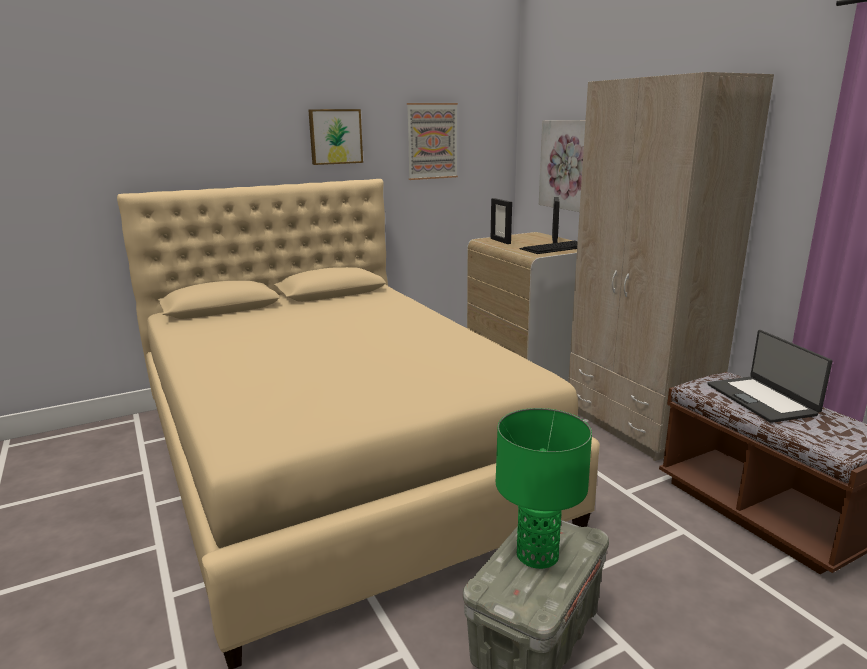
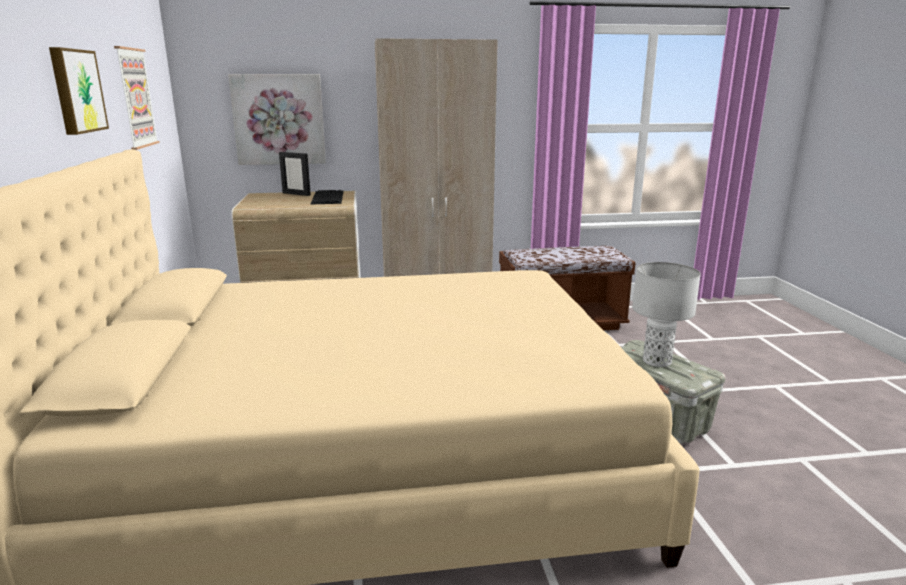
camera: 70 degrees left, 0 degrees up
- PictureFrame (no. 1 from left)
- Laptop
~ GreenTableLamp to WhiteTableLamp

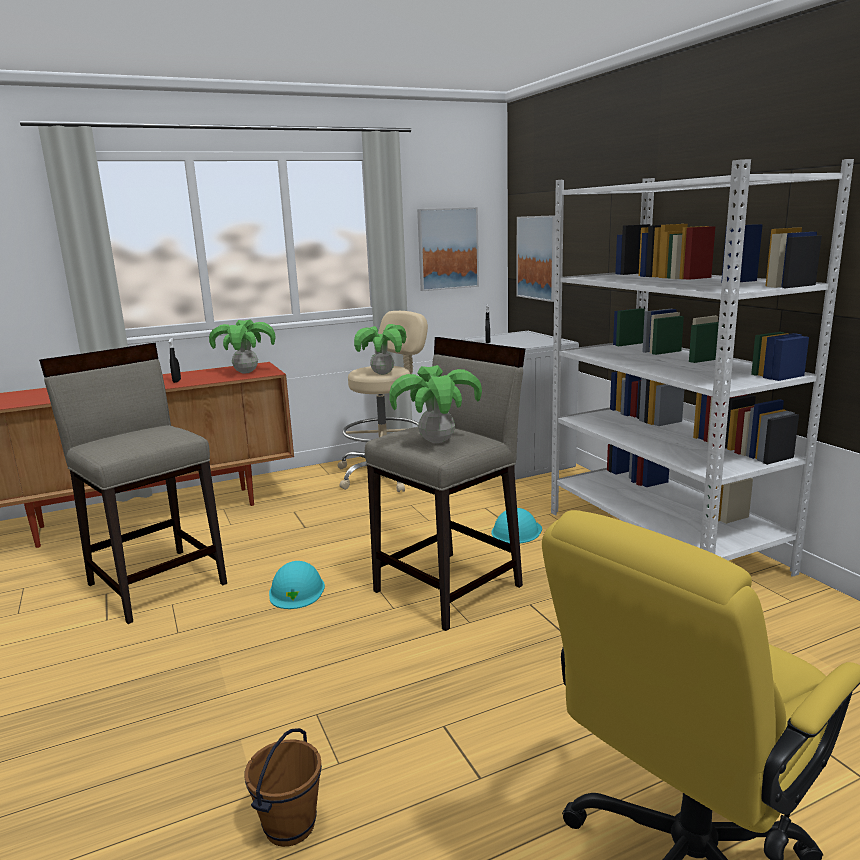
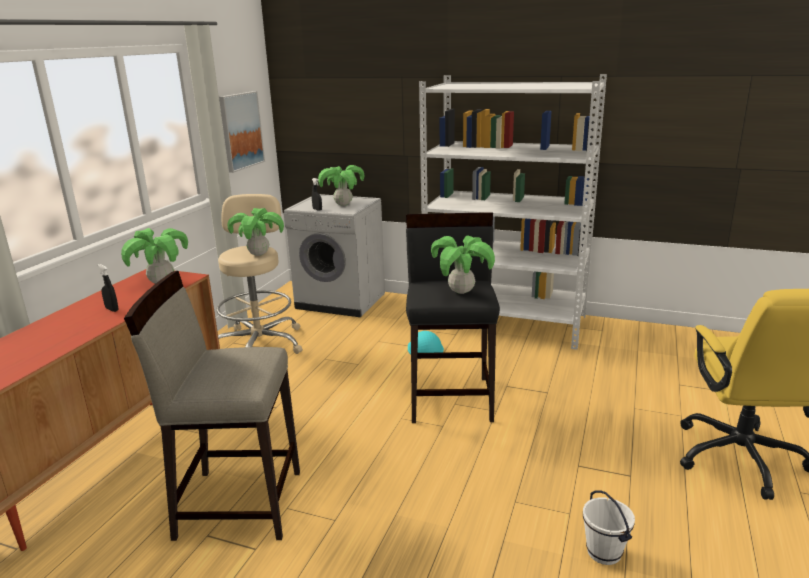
camera: 45 degrees left, 5 degrees up
- Picture (no. 2 from left)
~ BeigeStool (no. 3 from left) to BlackStool
- TurquoiseHardHat (no. 1 from left)
~ BrownBucket to WhiteBucket
+ PottedPlant (no. 3 from left)

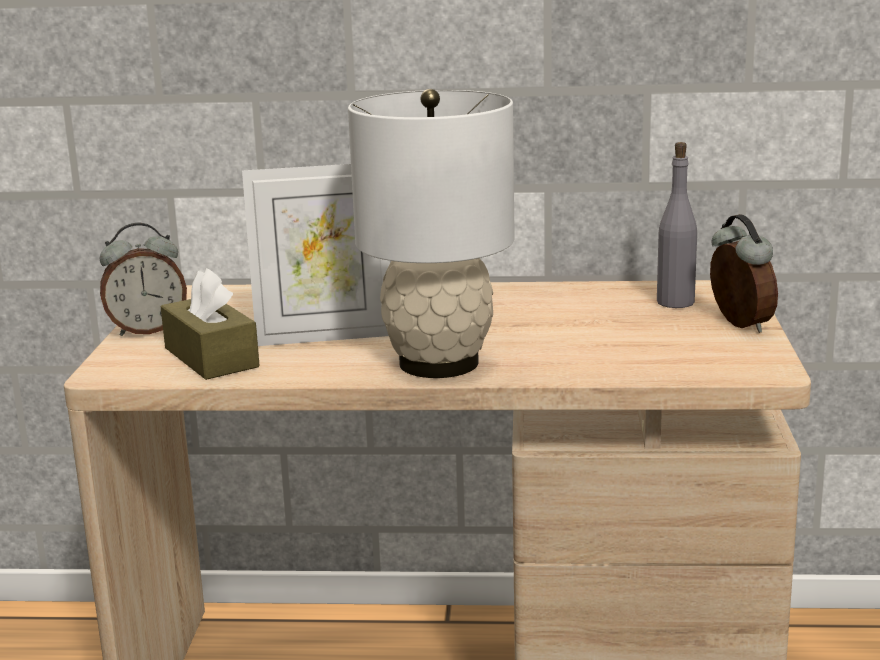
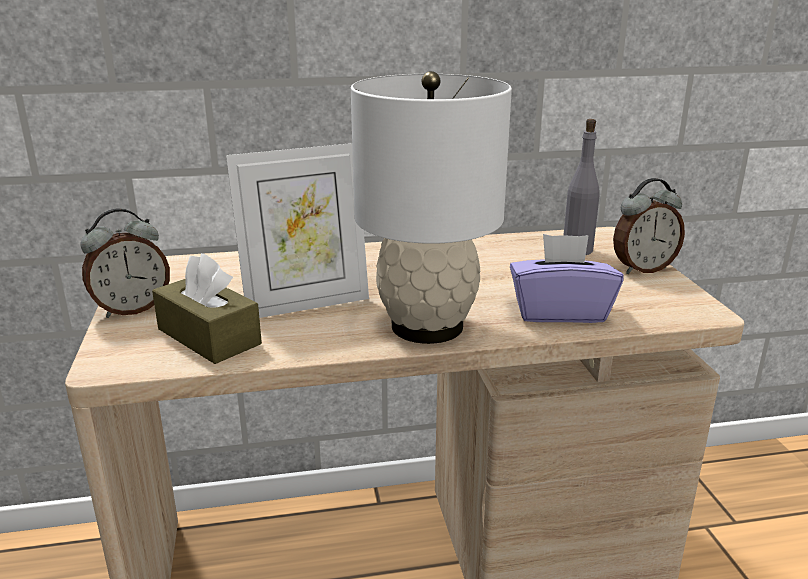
camera: 15 degrees left, 5 degrees up
~ AlarmClock (no. 2 from left) 105 degrees clockwise
+ PurpleTissueBox

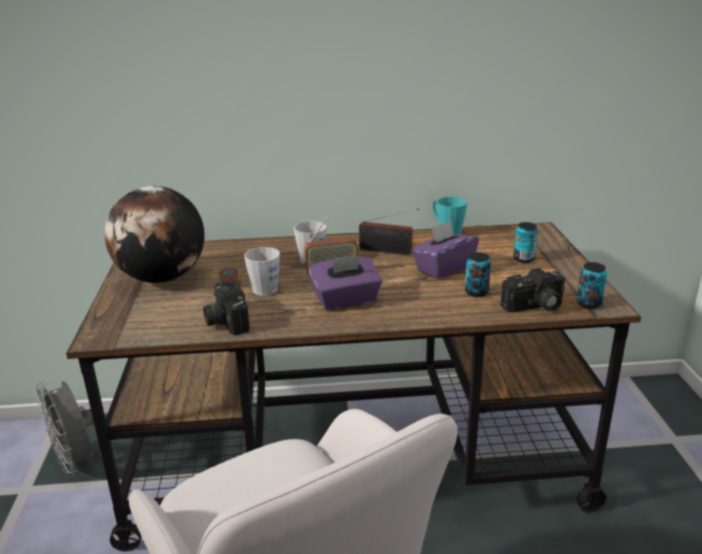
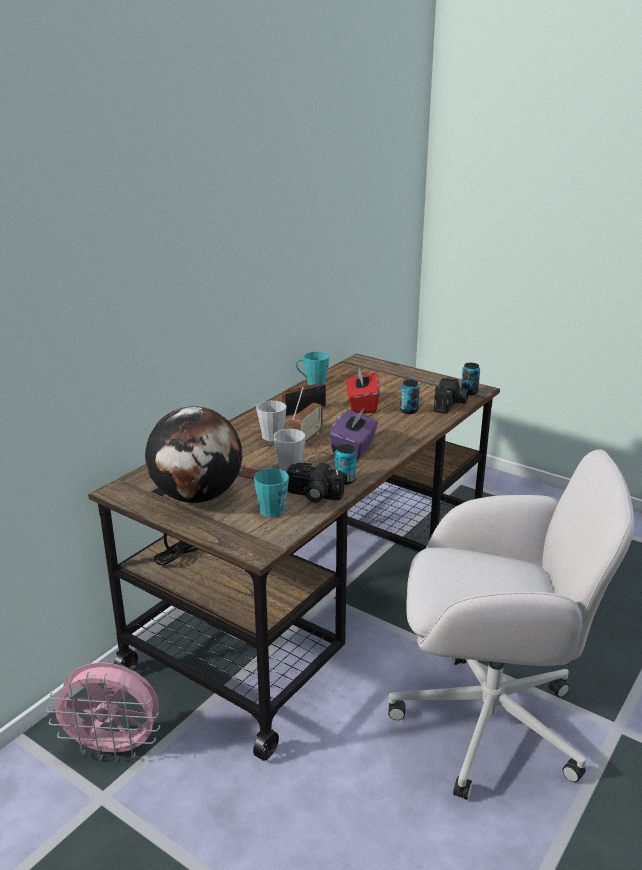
camera: 50 degrees left, 0 degrees up
~ PurpleTissueBox (no. 2 from left) to RedTissueBox
~ Can (no. 2 from left in the first image) to Can (no. 1 from left)
~ GreyFan to PinkFan
+ TurquoiseMug (no. 1 from left)

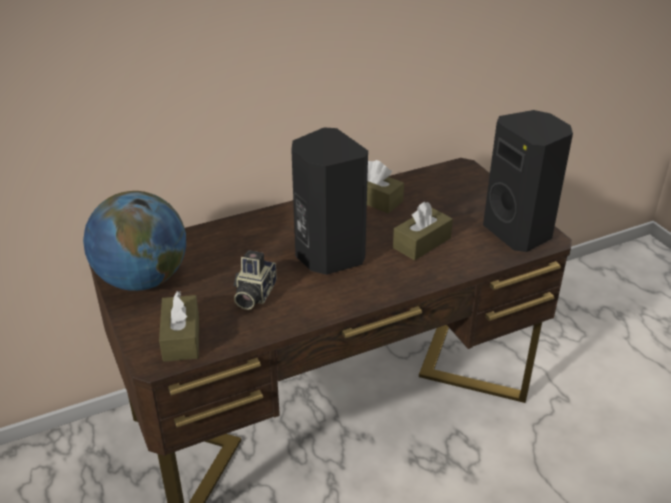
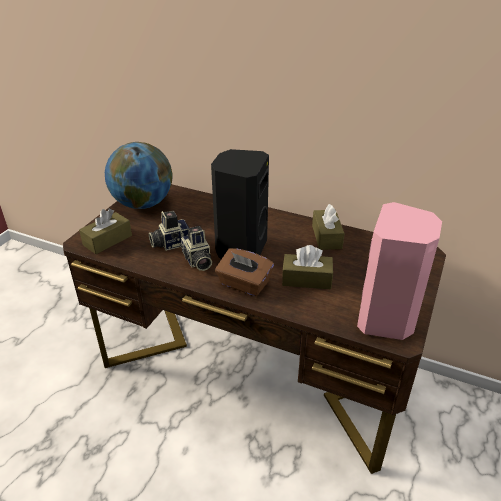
camera: 50 degrees right, 0 degrees up
~ BlackSpeaker (no. 2 from left) to PinkSpeaker
+ PhotoCamera (no. 2 from left)
+ BrownTissueBox (no. 2 from left)

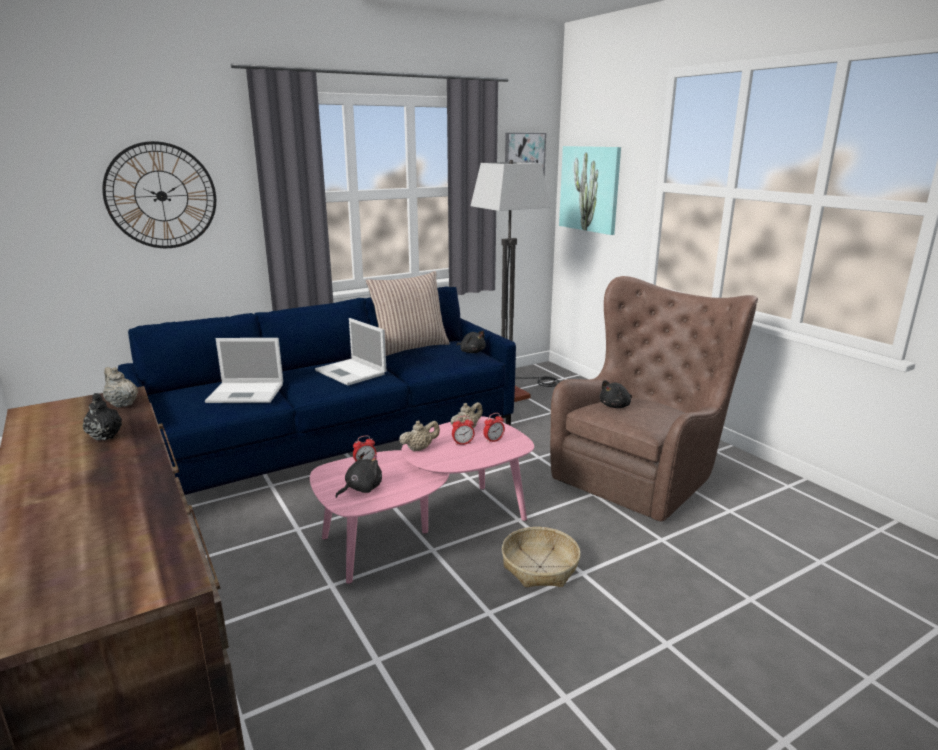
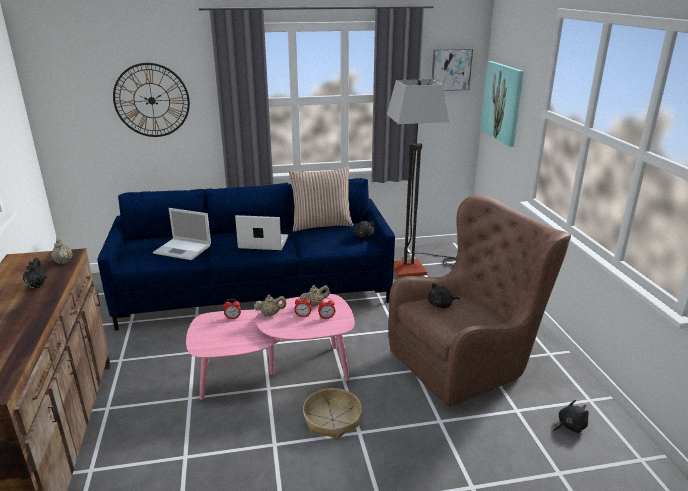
camera: 20 degrees right, 5 degrees up
~ Laptop (no. 2 from left) 120 degrees clockwise
~ BlackPlushToy (no. 1 from left in the first image) to BlackPlushToy (no. 3 from left)

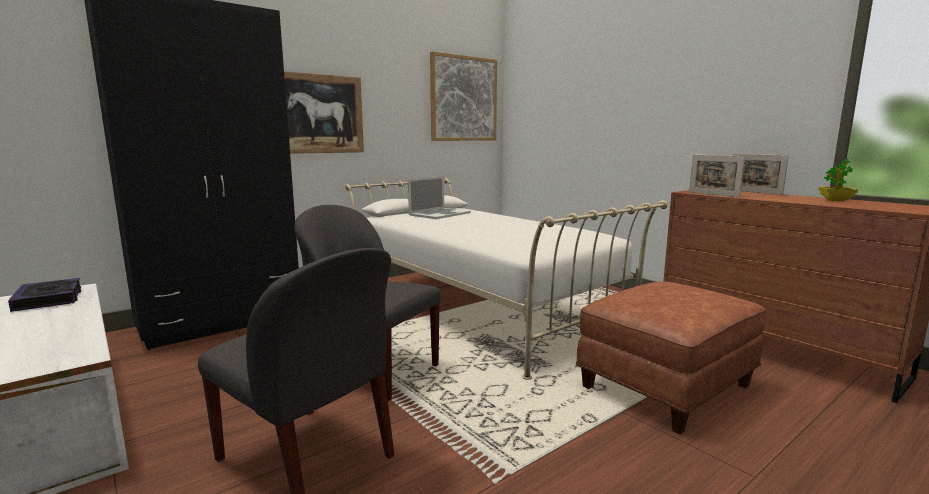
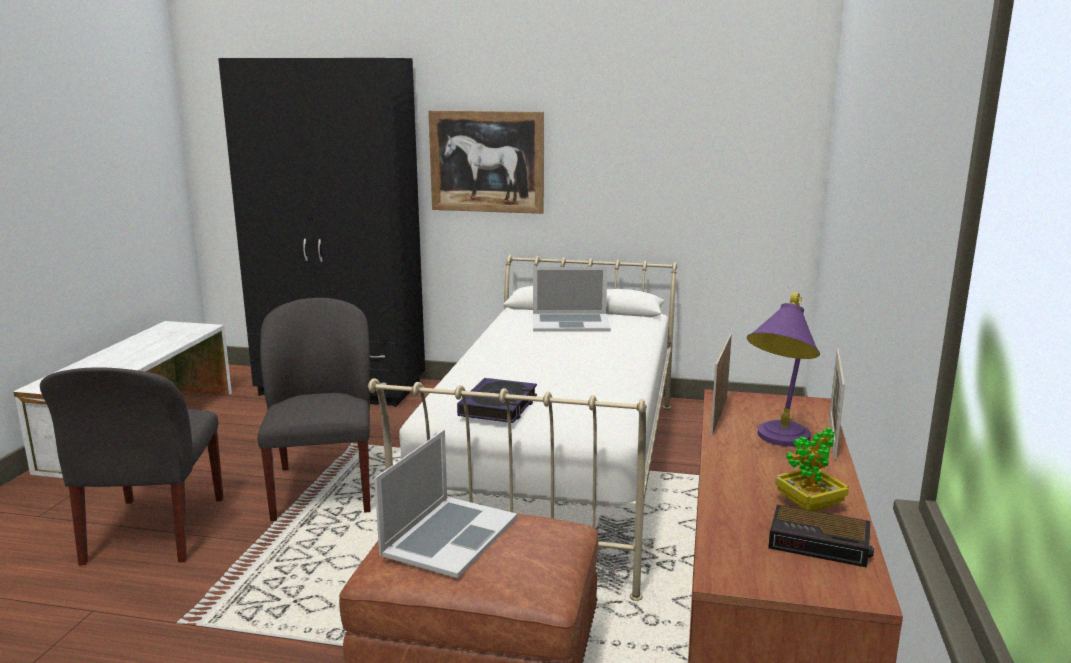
camera: 50 degrees right, 5 degrees up
- Picture (no. 2 from left)
~ Book
+ PurpleTableLamp
+ Laptop (no. 1 from left)
+ AlarmClock

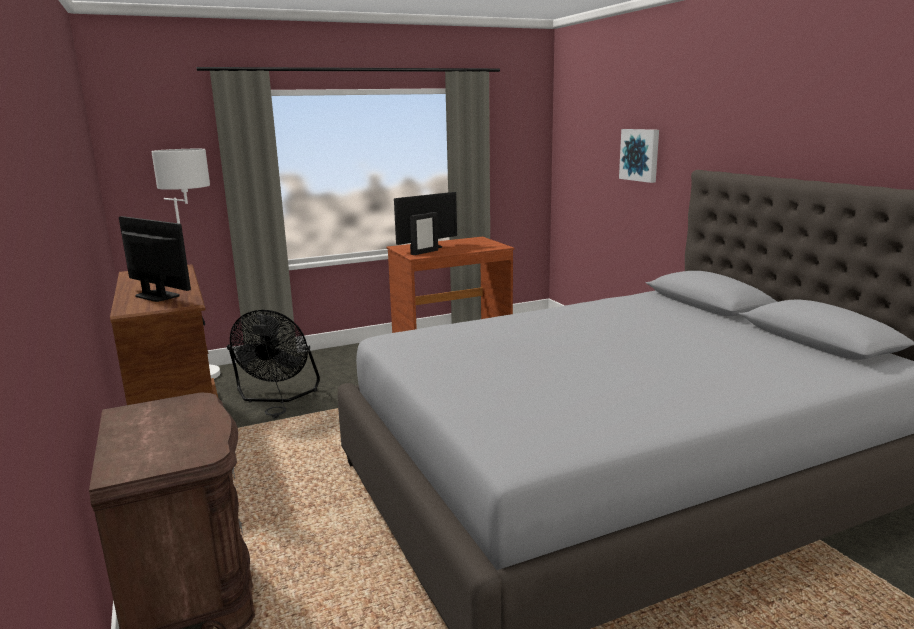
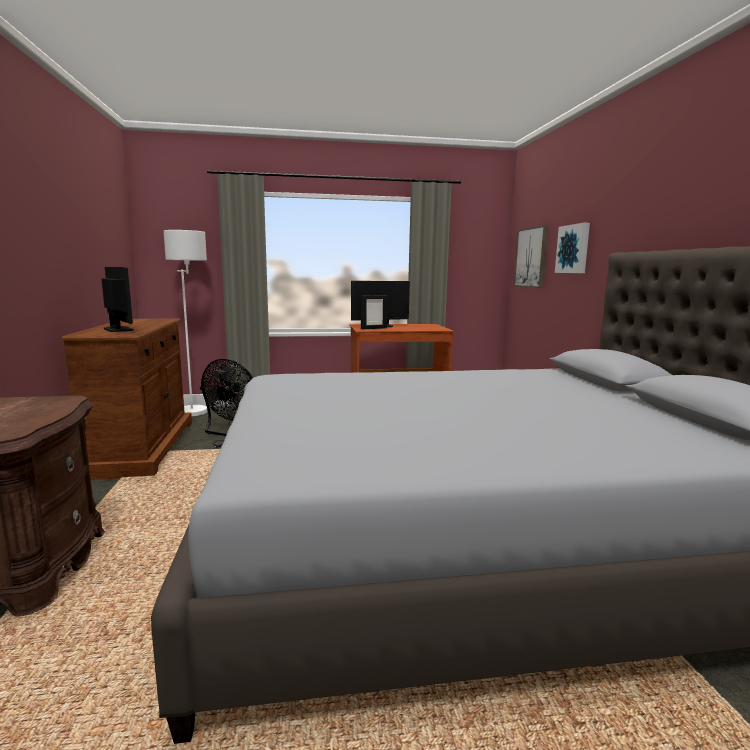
camera: 15 degrees right, 5 degrees down
+ Picture (no. 1 from left)

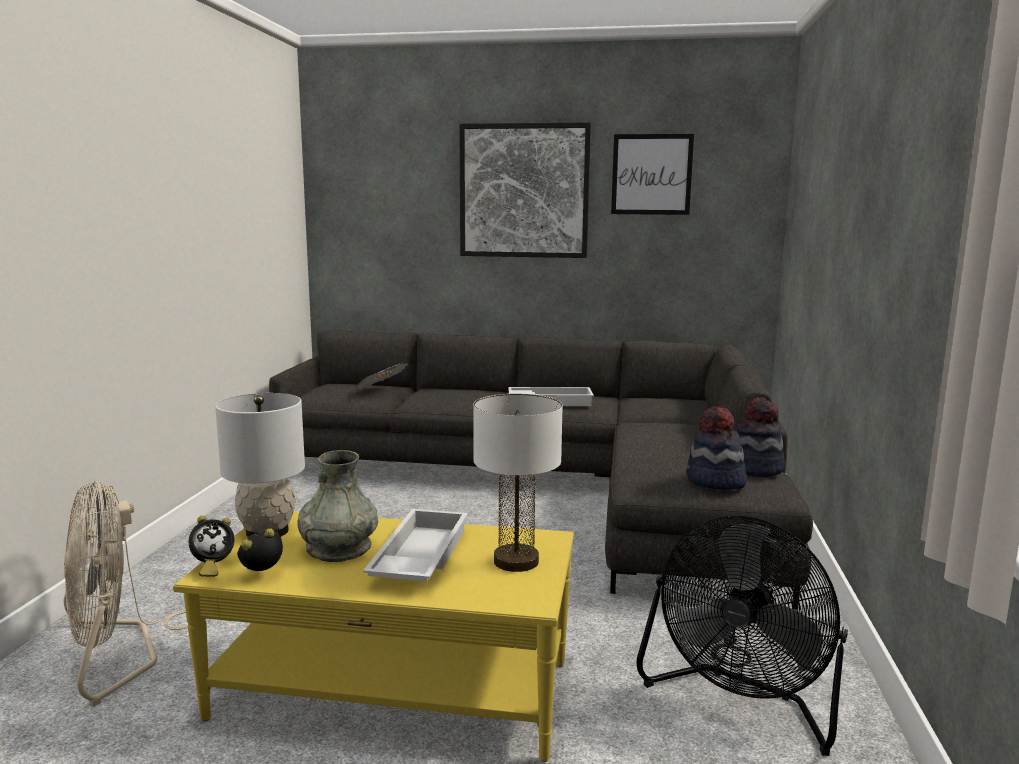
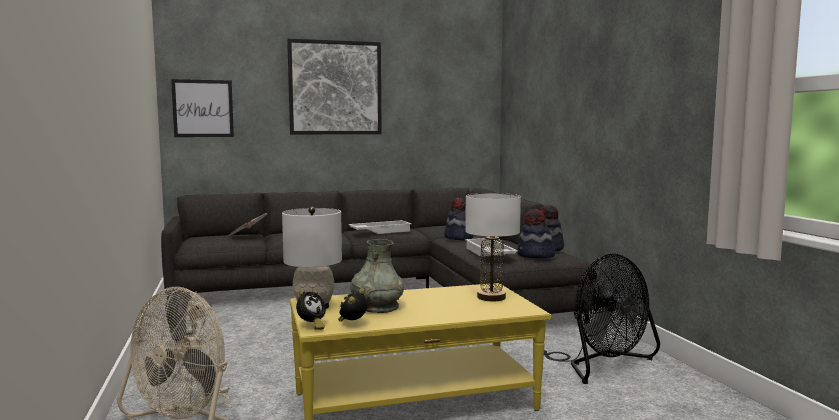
camera: 25 degrees left, 5 degrees down
~ Picture (no. 2 from left in the first image) to Picture (no. 1 from left)
~ WhiteTray (no. 1 from left in the first image) to WhiteTray (no. 2 from left)
~ BlackFan 45 degrees counterclockwise
+ Hat (no. 1 from left)

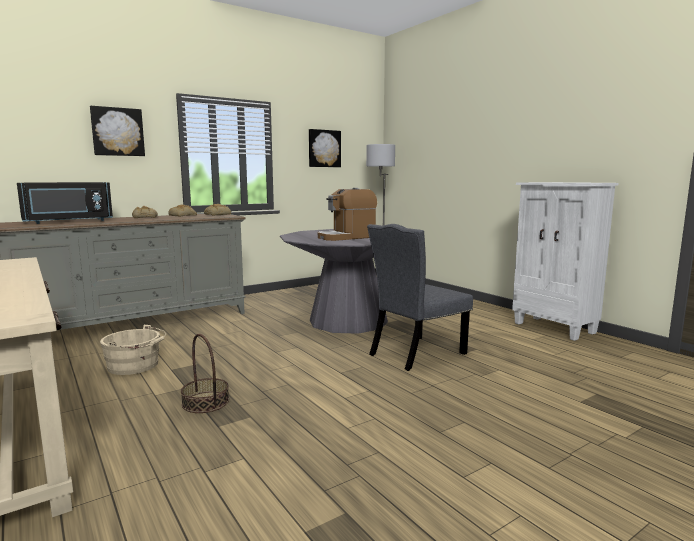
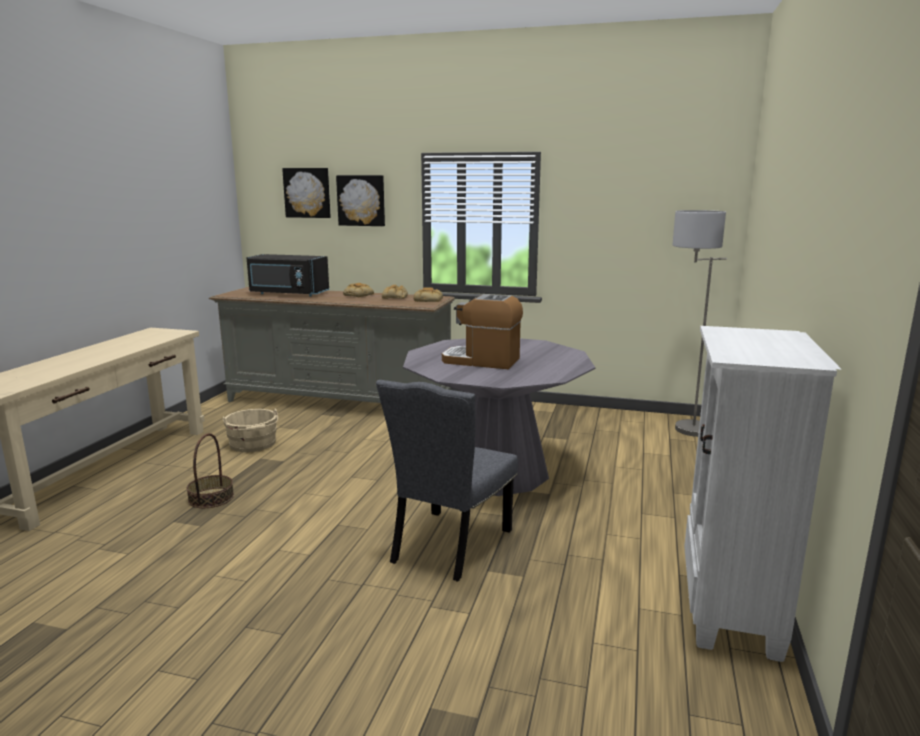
camera: 50 degrees right, 5 degrees up
~ Picture (no. 2 from left in the first image) to Picture (no. 1 from left)
~ GreyChair 75 degrees counterclockwise

